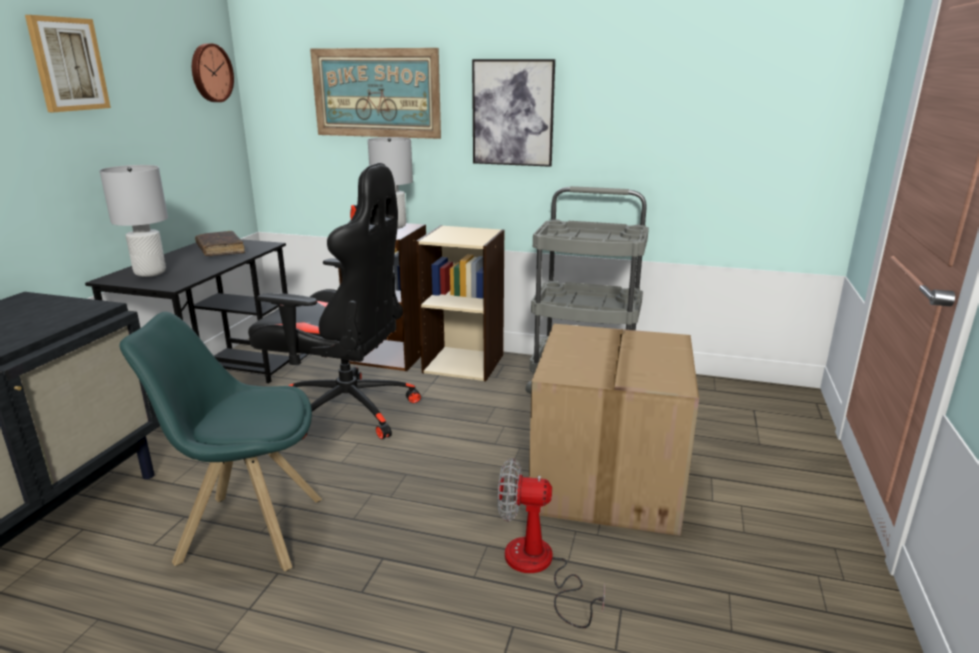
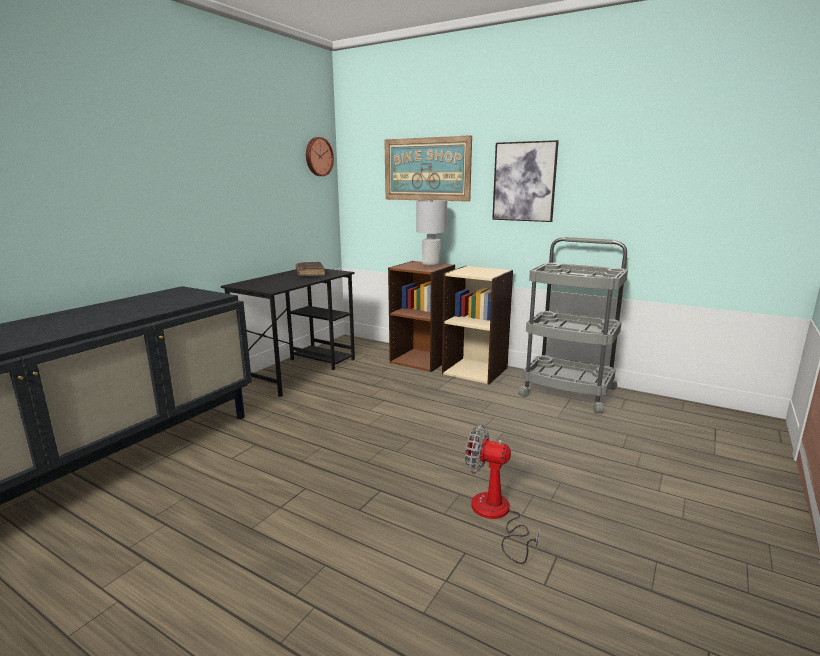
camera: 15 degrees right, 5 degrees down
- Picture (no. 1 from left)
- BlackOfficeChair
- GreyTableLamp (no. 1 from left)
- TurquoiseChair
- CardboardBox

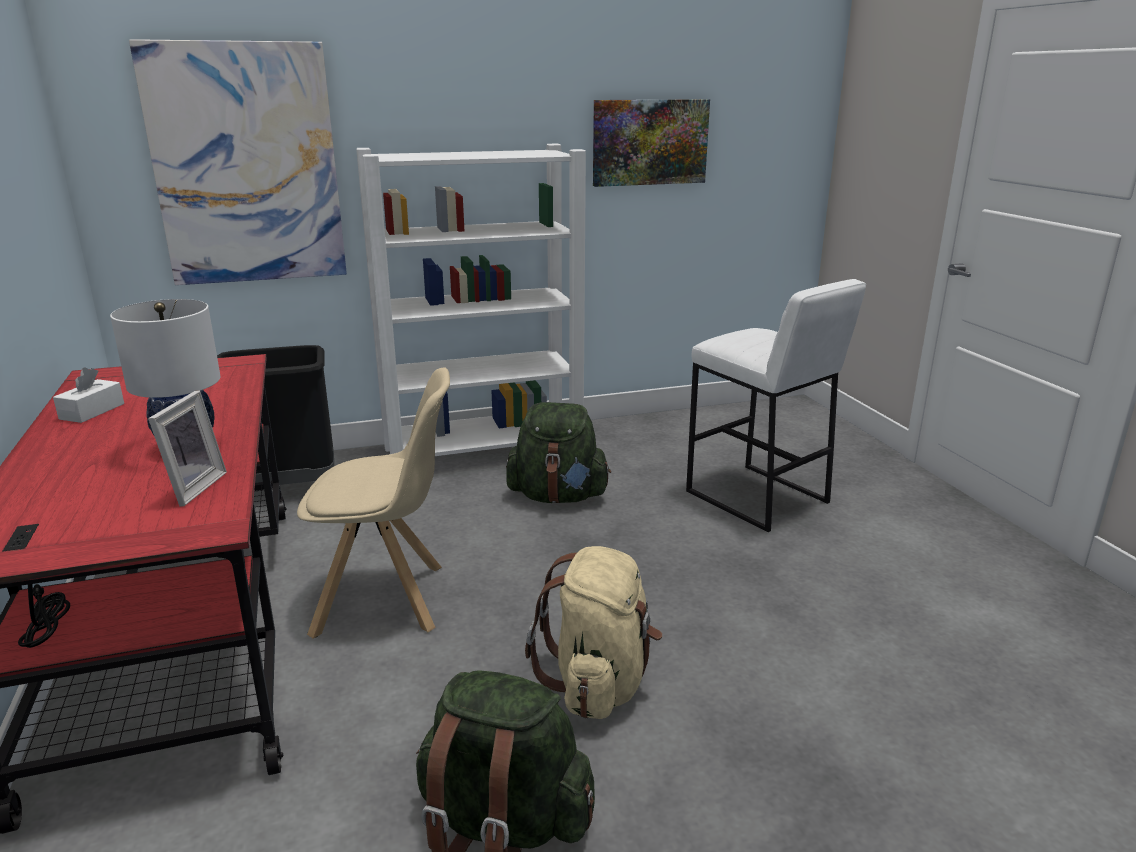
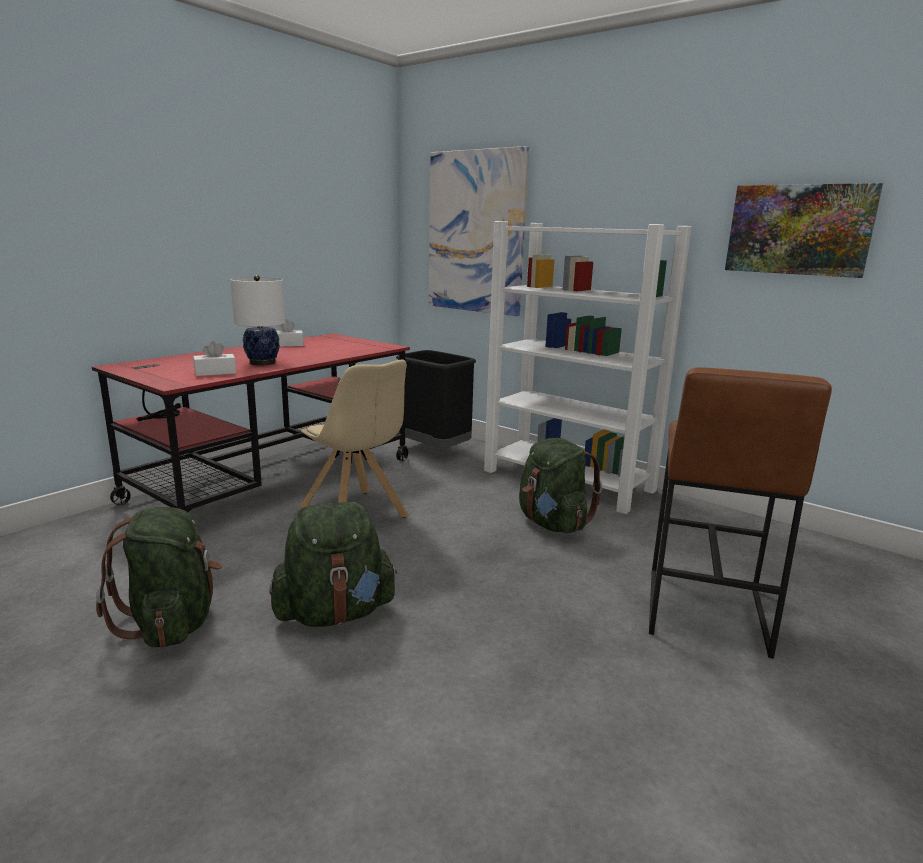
camera: 55 degrees right, 5 degrees down
~ WhiteStool to BrownStool
~ PictureFrame to WhiteTissueBox (no. 1 from left)
~ BeigeBackpack to GreenBackpack (no. 2 from left)

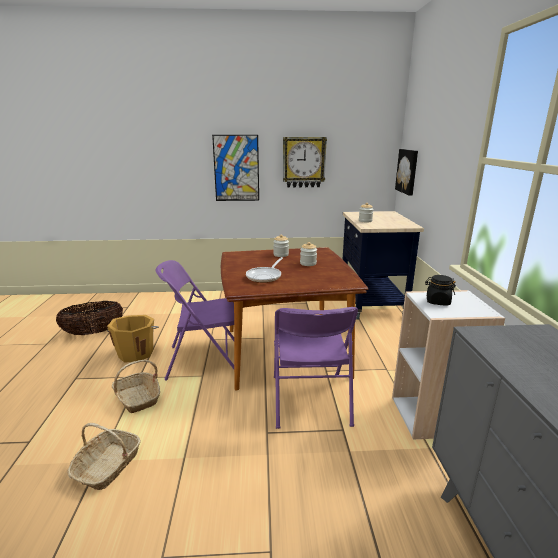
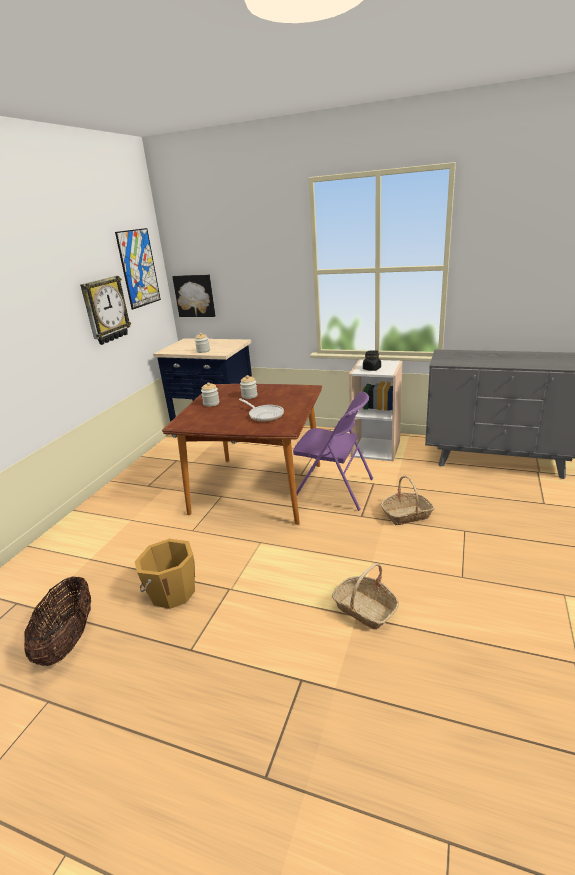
camera: 65 degrees left, 5 degrees up
~ Picture (no. 1 from left)
- PurpleChair (no. 1 from left)
~ Basket (no. 3 from left)

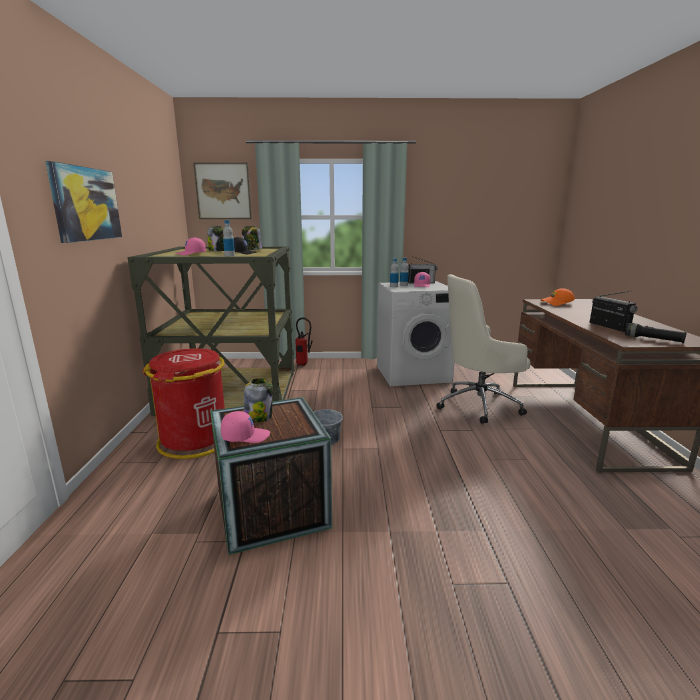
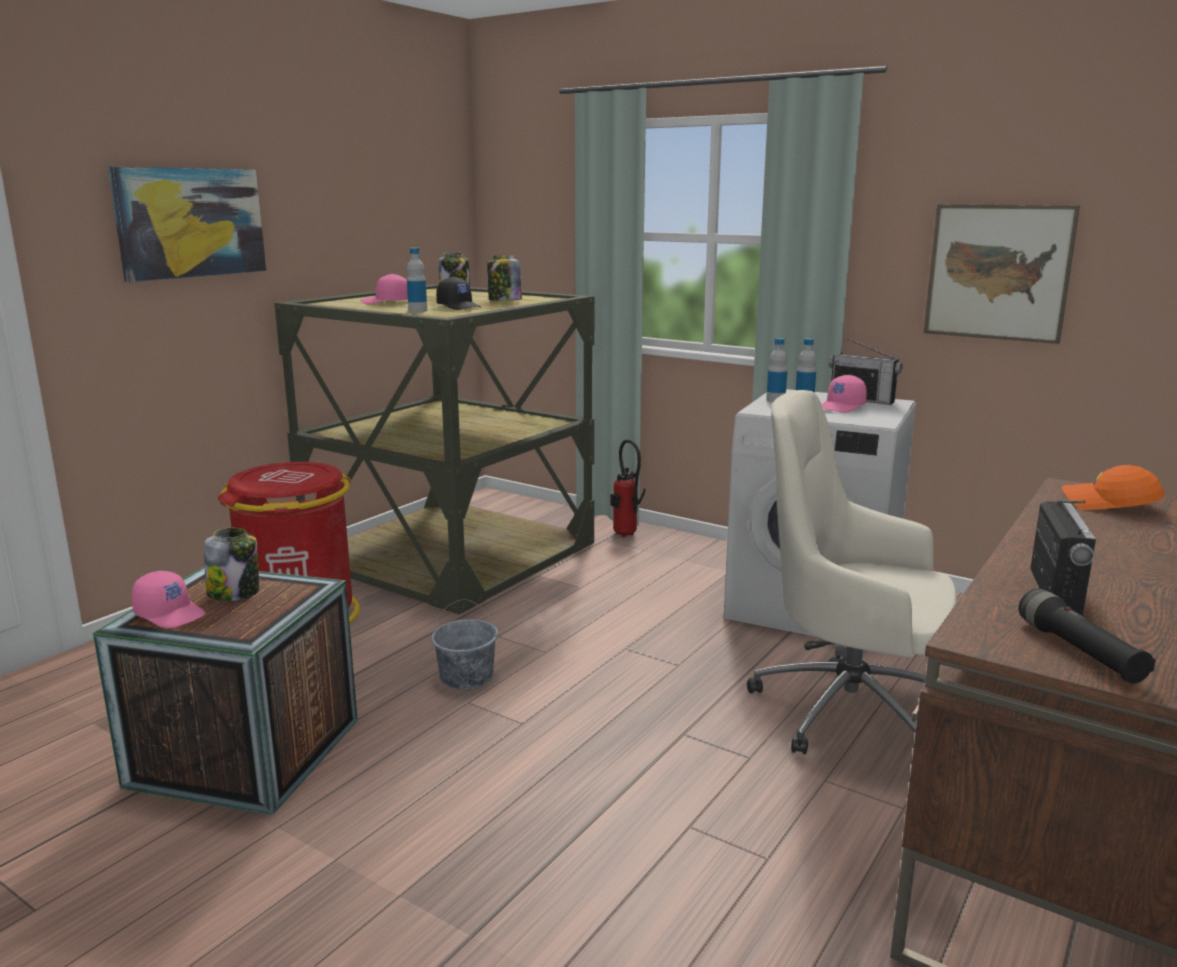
camera: 35 degrees right, 0 degrees up
~ Picture (no. 2 from left)

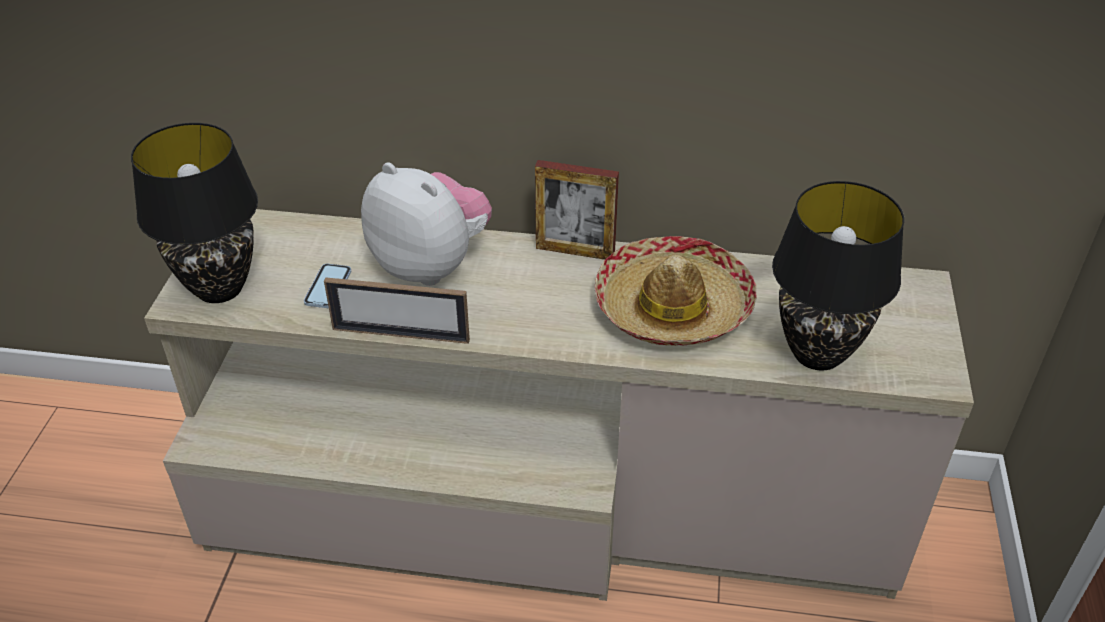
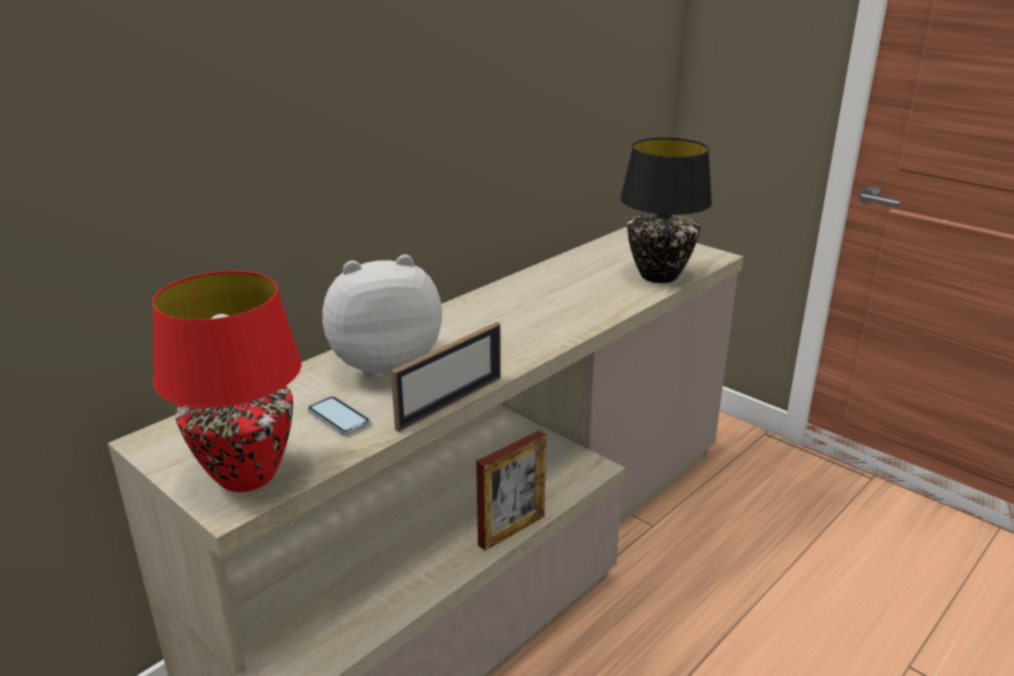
camera: 55 degrees left, 15 degrees down
~ BlackTableLamp (no. 1 from left) to RedTableLamp
~ PictureFrame (no. 2 from left)
- Hat

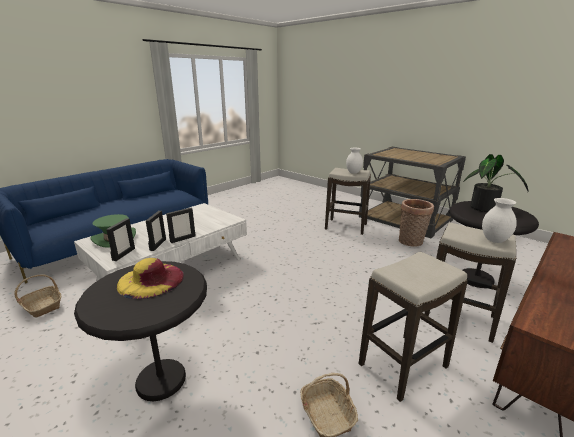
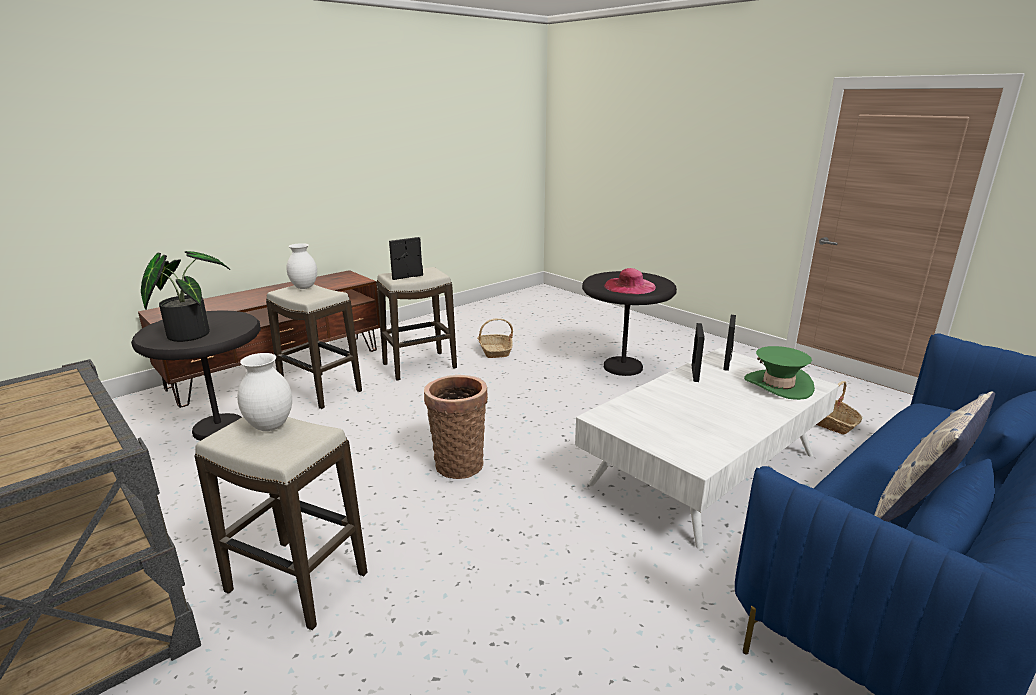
camera: 175 degrees left, 0 degrees up
~ Basket (no. 3 from left in the first image) to Basket (no. 1 from left)
~ PictureFrame (no. 3 from left in the first image) to PictureFrame (no. 1 from left)
~ YellowHat to PinkHat
+ Pillow

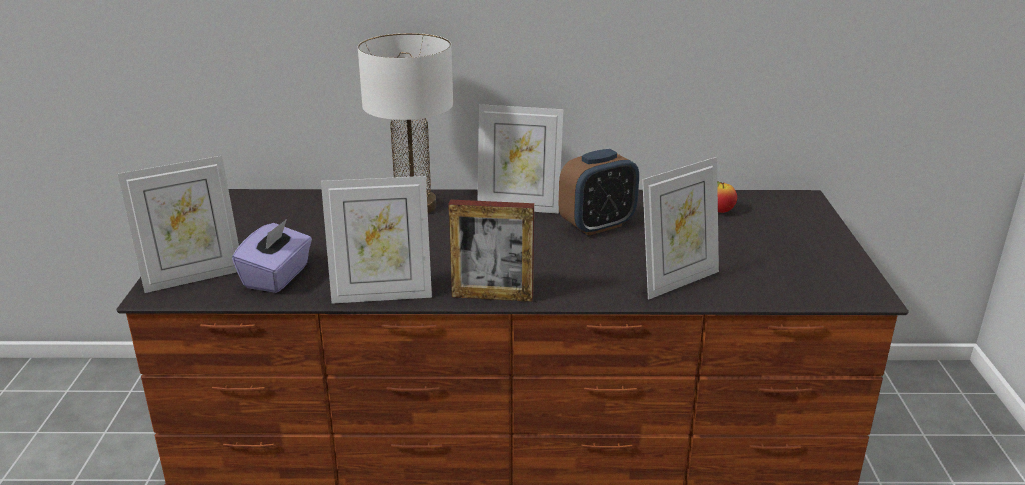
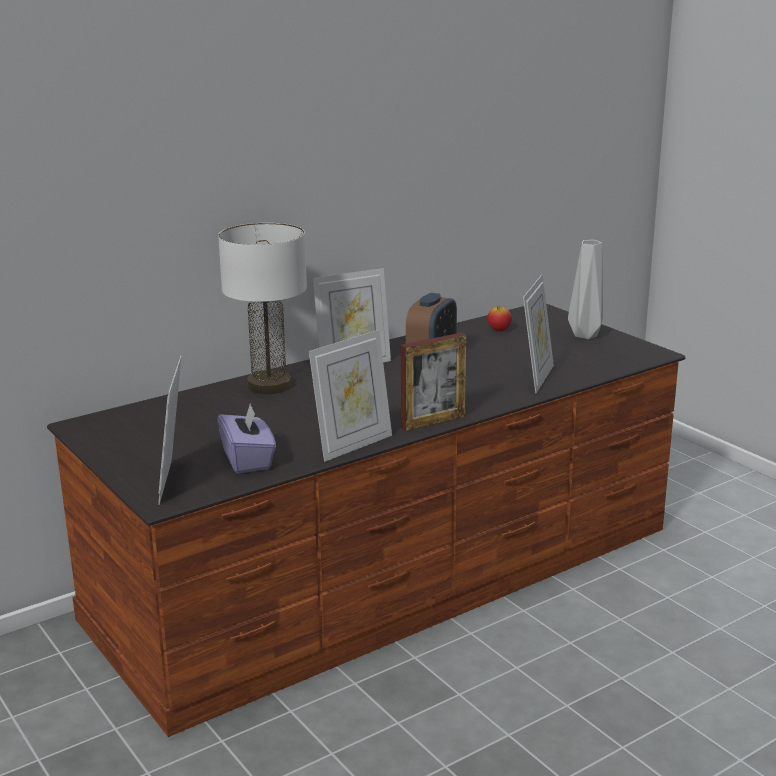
camera: 35 degrees left, 5 degrees down
~ PictureFrame (no. 1 from left) 150 degrees clockwise
+ GreyVase

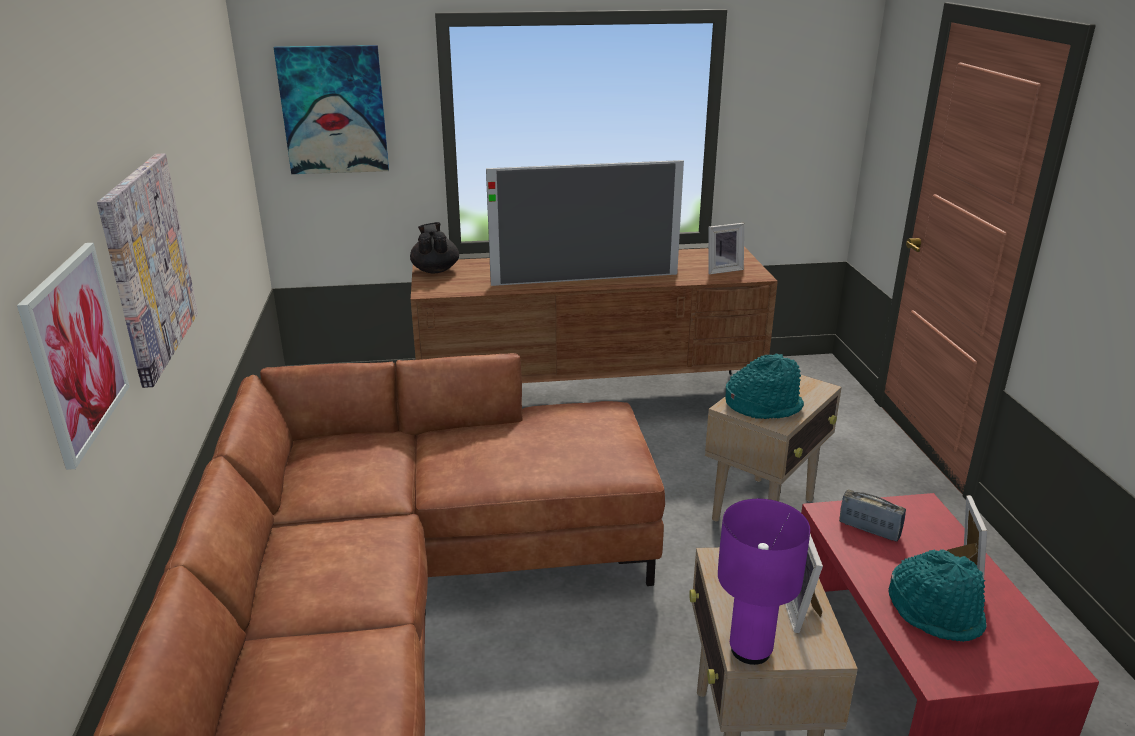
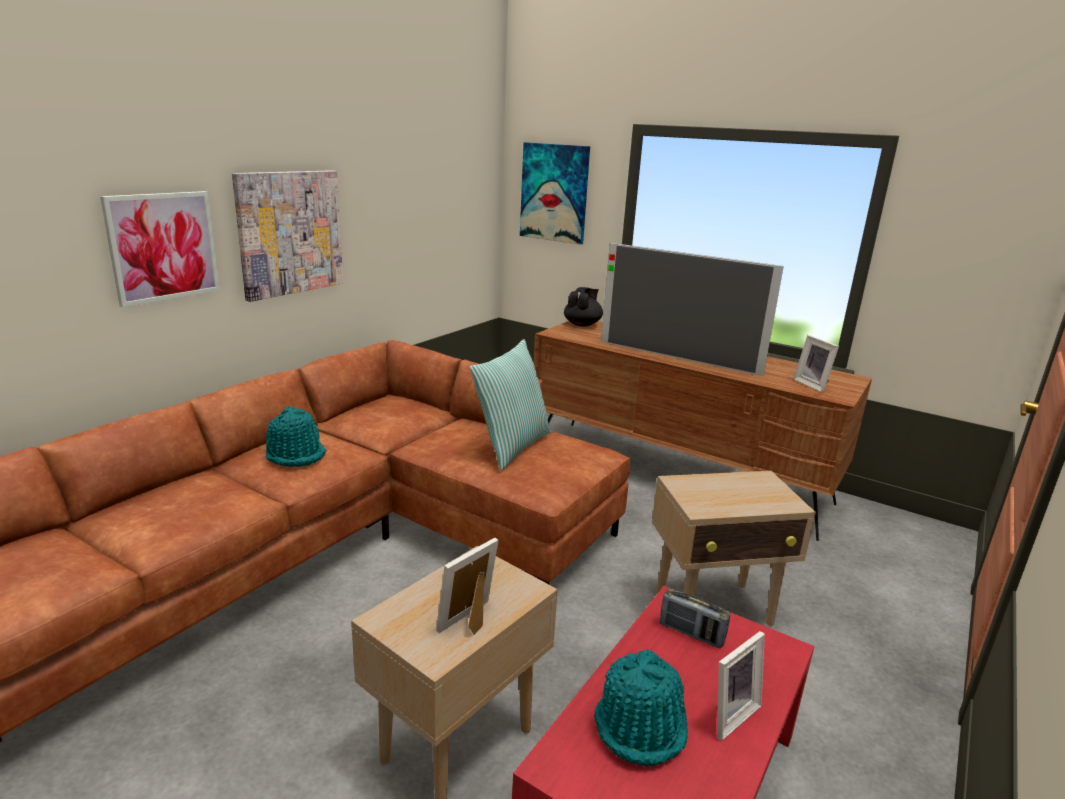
camera: 40 degrees right, 5 degrees down
~ PictureFrame (no. 1 from left in the first image) 45 degrees clockwise
~ TurquoiseHat (no. 1 from left)
~ Radio 135 degrees clockwise
- PurpleTableLamp
+ Pillow

